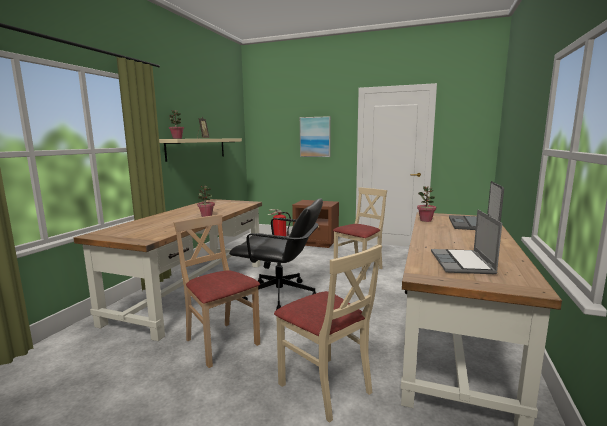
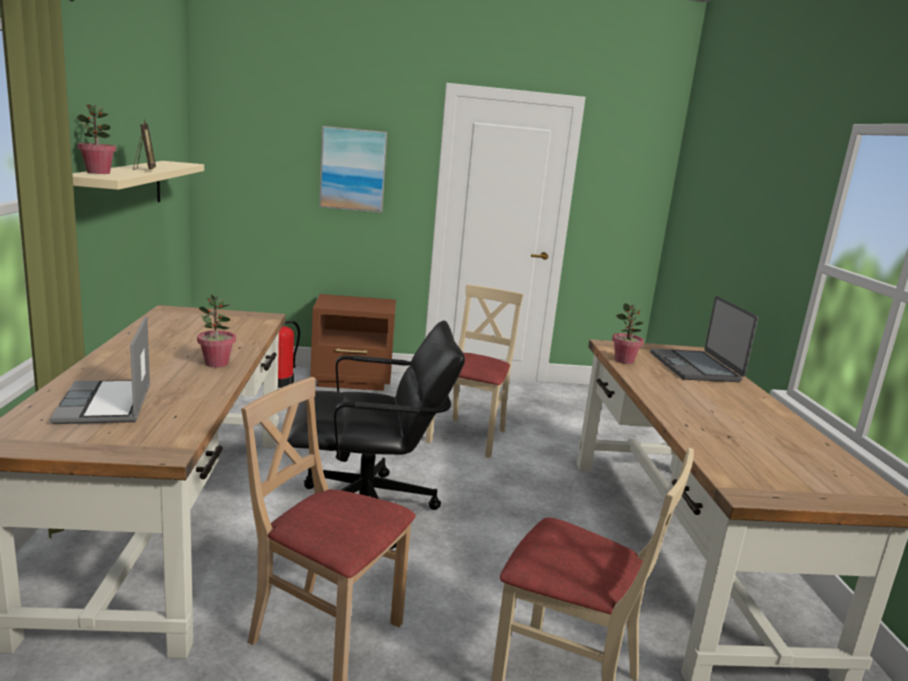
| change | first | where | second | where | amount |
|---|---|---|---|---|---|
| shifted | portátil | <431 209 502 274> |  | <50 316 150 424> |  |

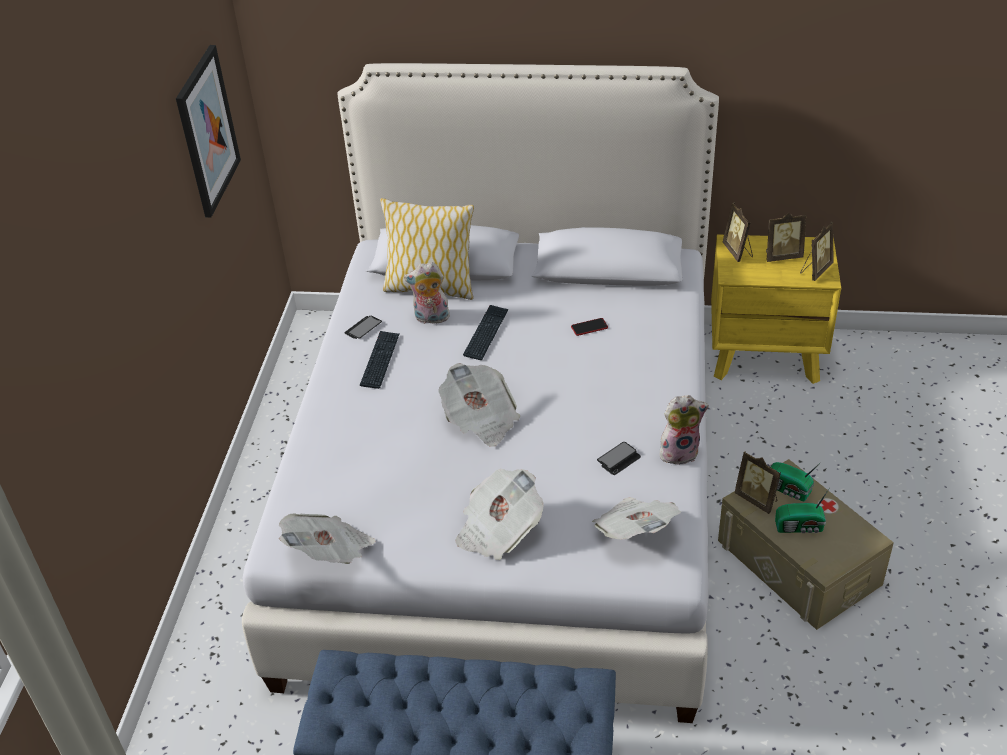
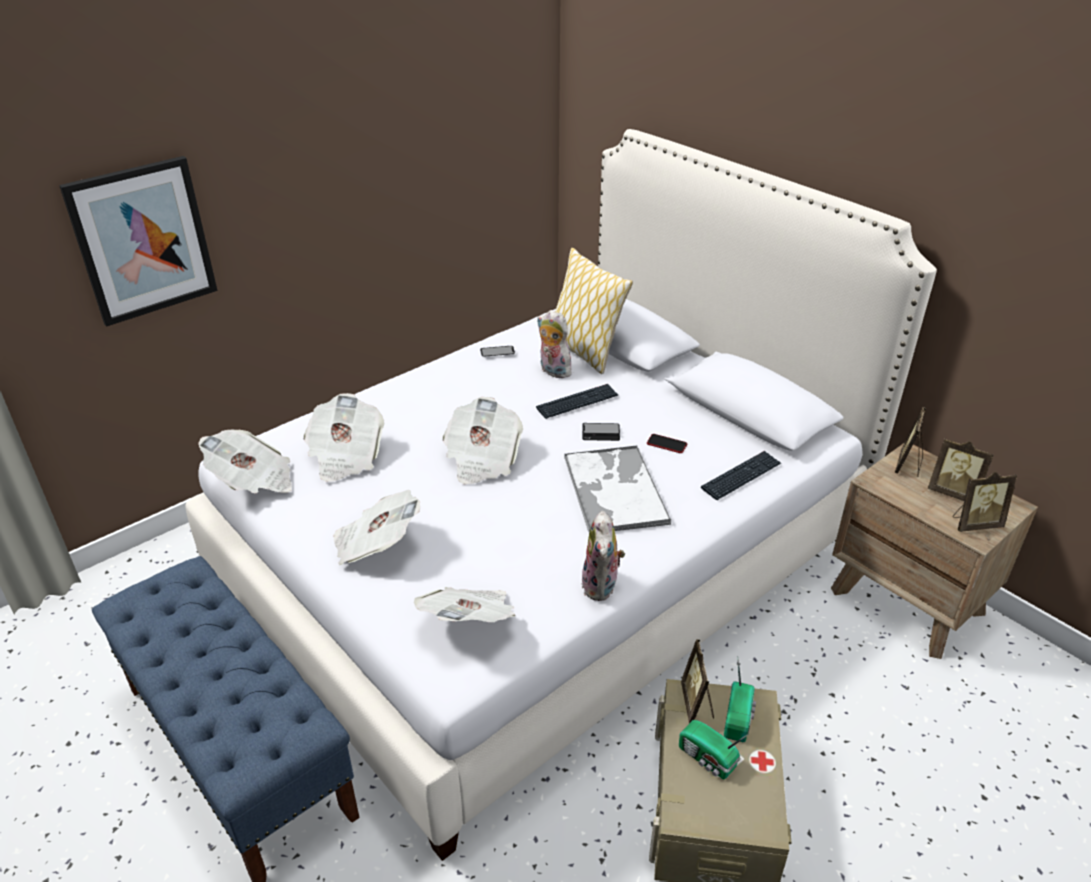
| change | first | where | second | where | amount |
|---|---|---|---|---|---|
| shifted | cuadro | <176 45 241 218> |  | <59 156 218 326> |  |
| new |  |  | periódico | <303 393 385 482> |  |
| new |  |  | bandeja | <564 445 671 533> |  |
| rotated | peluche | <660 395 709 465> |  | <581 511 625 601> | 60 degrees clockwise |
| shifted | móvil | <597 442 641 475> |  | <582 423 620 441> |  |
| shifted | teclado | <360 331 399 389> |  | <701 451 781 500> |  |
| rotated | radio | <771 462 821 501> |  | <724 660 756 742> | 150 degrees counterclockwise |
| repainted | mesita de noche (amarillo) | <711 234 841 384> | mesita de noche (marrón) | <831 442 1038 659> |  |

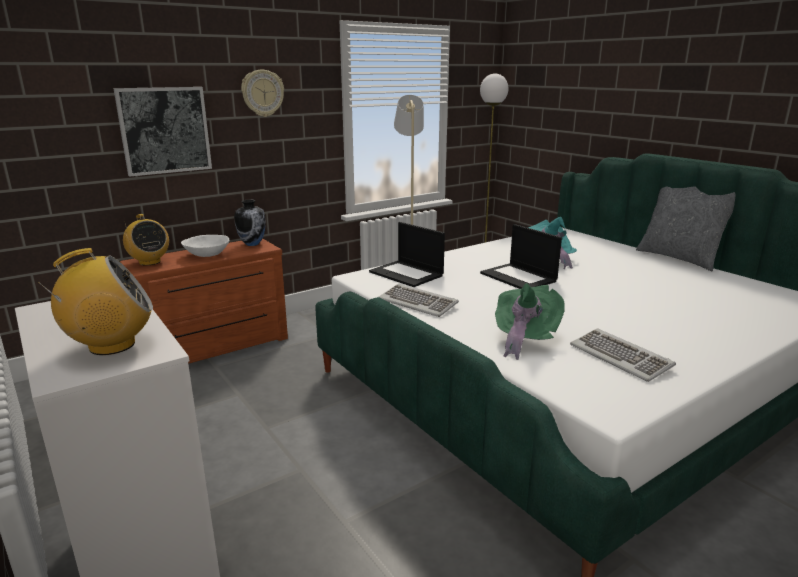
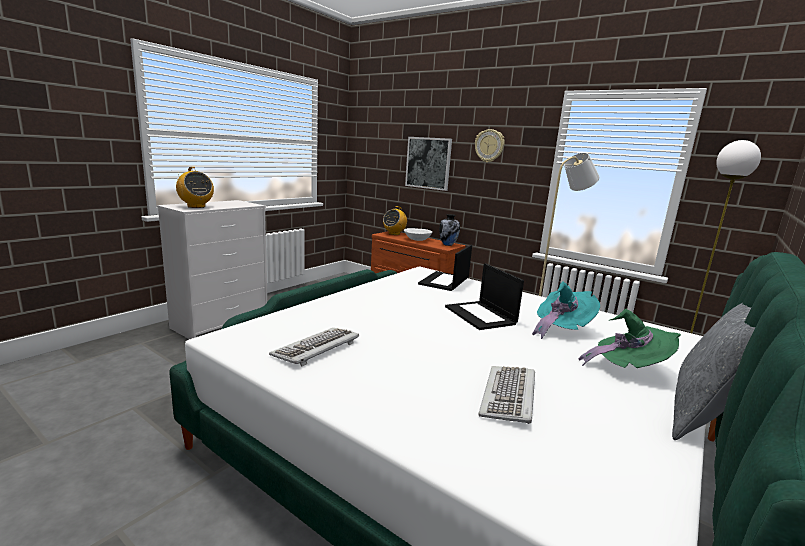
| change | first | where | second | where | amount |
|---|---|---|---|---|---|
| rotated | portátil | <480 224 562 289> |  | <445 263 524 330> | 60 degrees counterclockwise |
| shifted | teclado | <379 284 459 317> |  | <478 366 535 424> |  |
| shifted | sombrero (verde) | <495 283 565 360> |  | <579 309 681 368> |  |

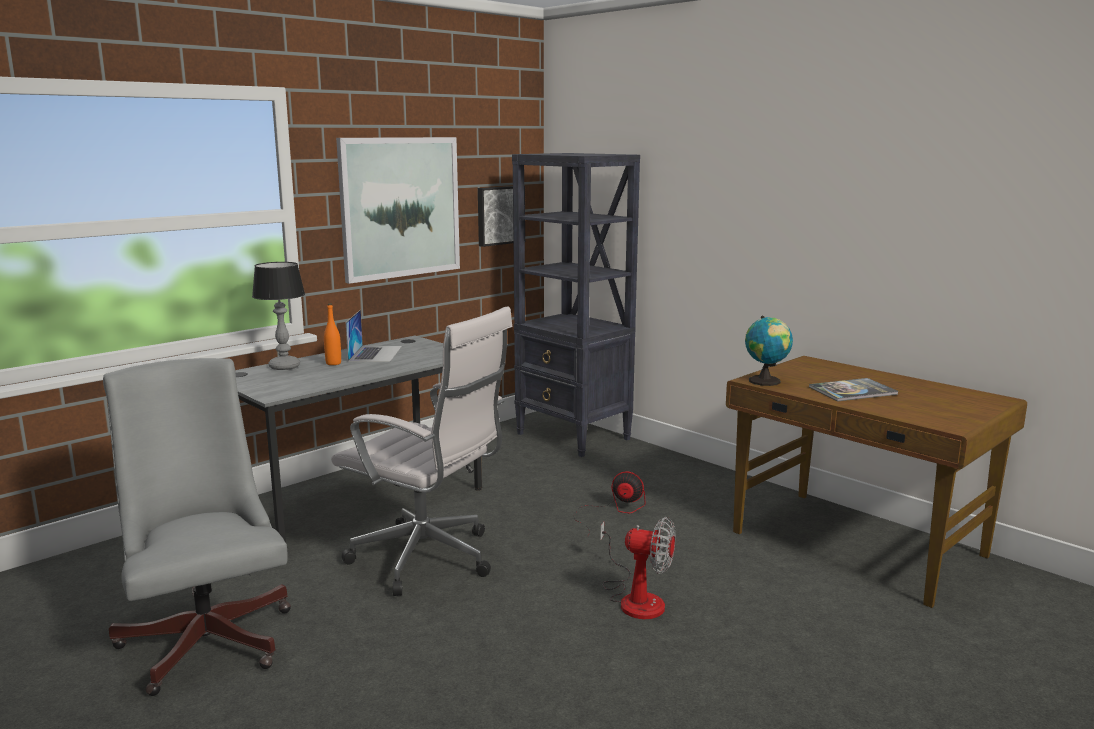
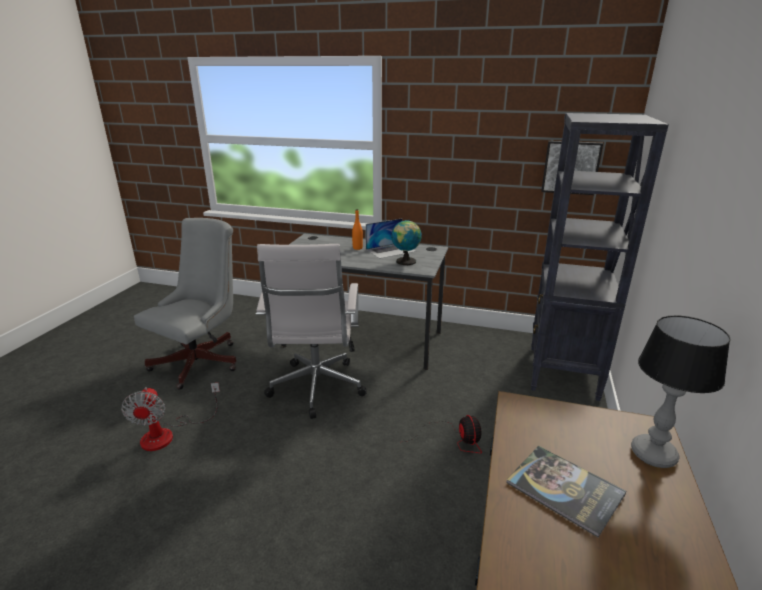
| change | first | where | second | where | amount |
|---|---|---|---|---|---|
| shifted | ventilador | <601 517 676 619> |  | <121 383 220 451> |  |
| shifted | globo terráqueo | <745 316 793 386> |  | <391 219 422 265> |  |
| shifted | lámpara de mesa | <252 262 305 370> |  | <631 316 730 468> |  |
| gone | cuadro | <336 137 460 284> |  |  |  |

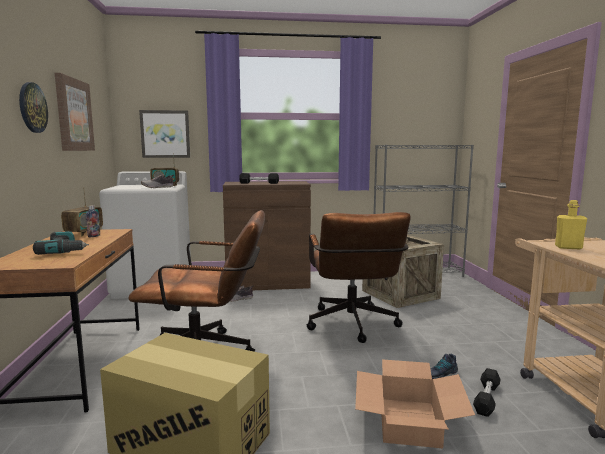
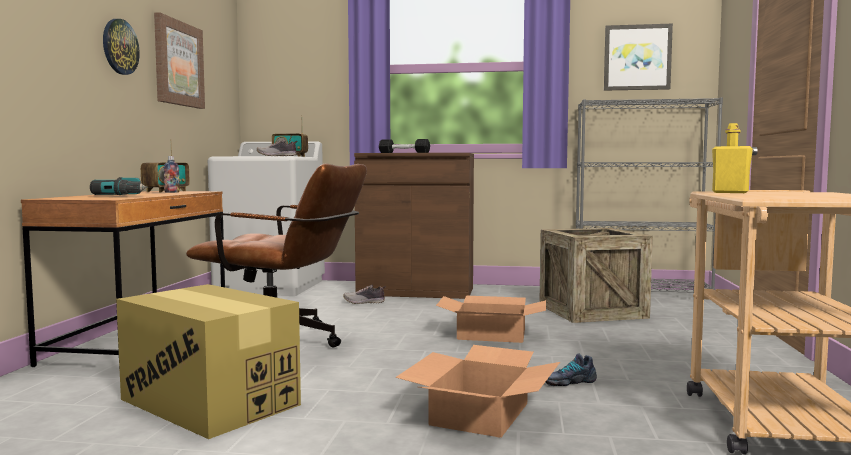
| change | first | where | second | where | amount |
|---|---|---|---|---|---|
| swapped | silla de oficina (marrón) | <306 212 411 343> | caja de cartón | <436 296 546 343> |  |
| shifted | cuadro | <139 110 190 158> |  | <604 24 673 91> |  |
| gone | mancuerna (negro) | <473 368 501 417> |  |  |  |

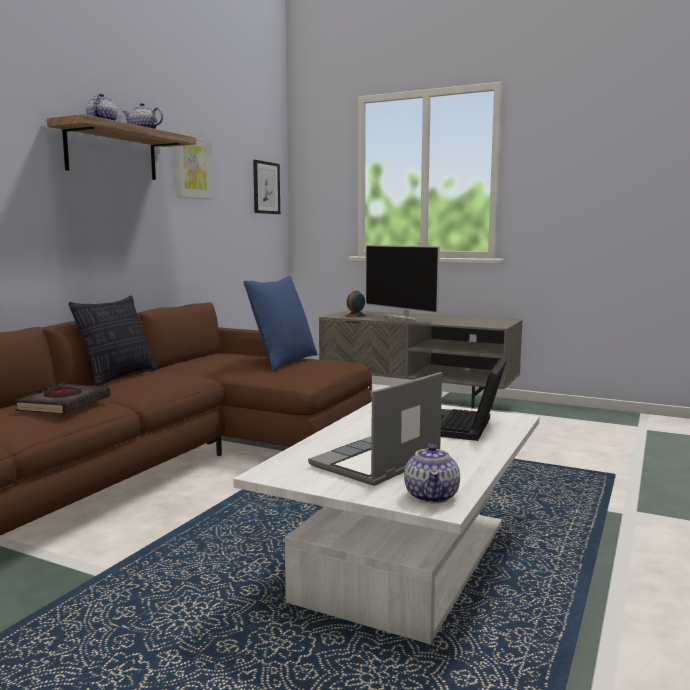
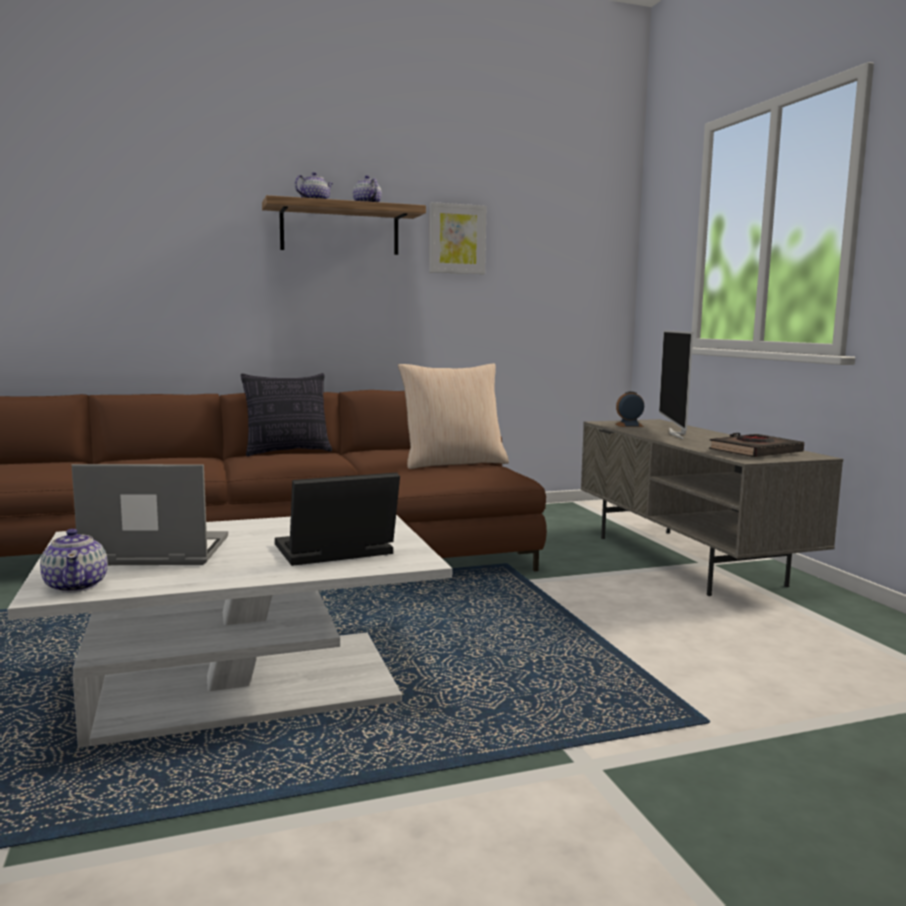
| change | first | where | second | where | amount |
|---|---|---|---|---|---|
| rotated | tetera | <404 444 460 504> |  | <40 529 108 593> | 75 degrees counterclockwise |
| repainted | cojín (azul) | <244 276 317 371> | cojín (beis) | <398 363 509 469> |  |
| shifted | libro (negro) | <15 384 111 415> |  | <709 433 804 457> |  |
| gone | cuadro | <253 160 280 214> |  |  |  |

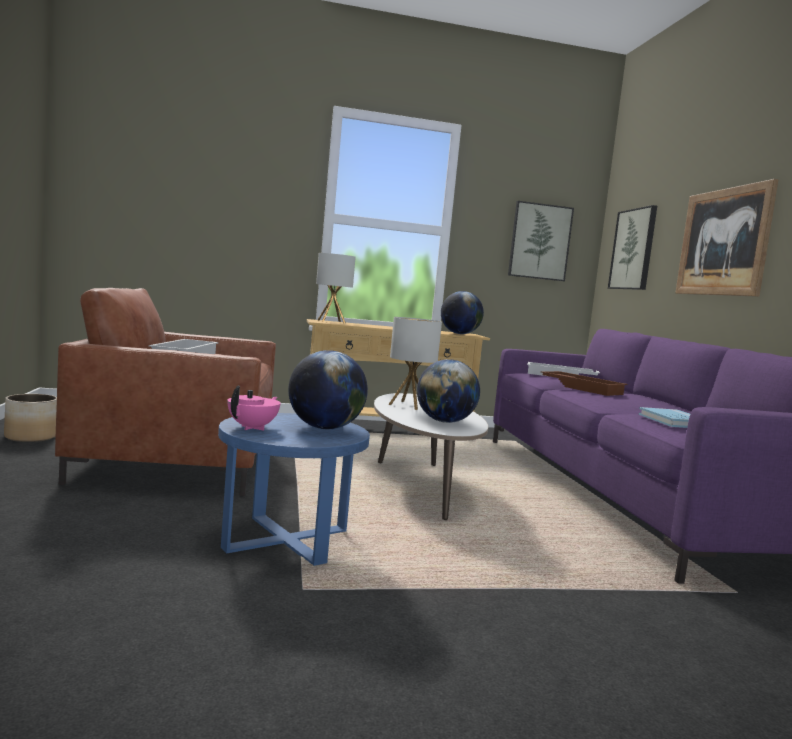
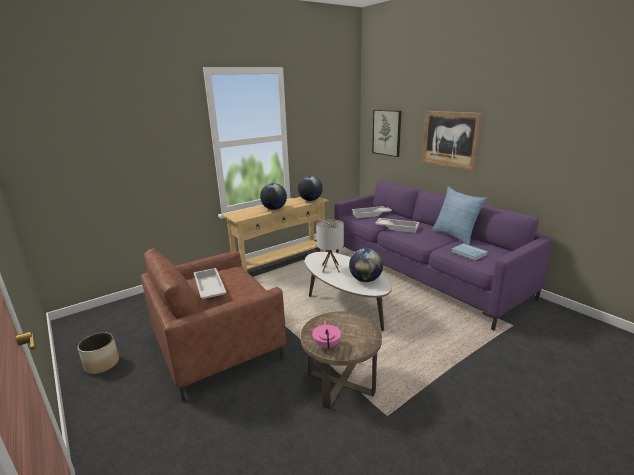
| change | first | where | second | where | amount |
|---|---|---|---|---|---|
| shifted | globo terráqueo | <288 350 368 429> |  | <260 183 287 210> |  |
| repainted | mesa auxiliar (azul) | <218 413 370 566> | mesa auxiliar (marrón) | <301 311 382 409> |  |
| repainted | bandeja (marrón) | <541 371 627 396> | bandeja (blanco) | <375 218 419 233> |  |
| new |  |  | cojín | <432 186 488 245> |  |
| gone | lámpara de mesa | <316 253 356 324> |  |  |  |
| gone | cuadro | <508 201 574 281> |  |  |  |

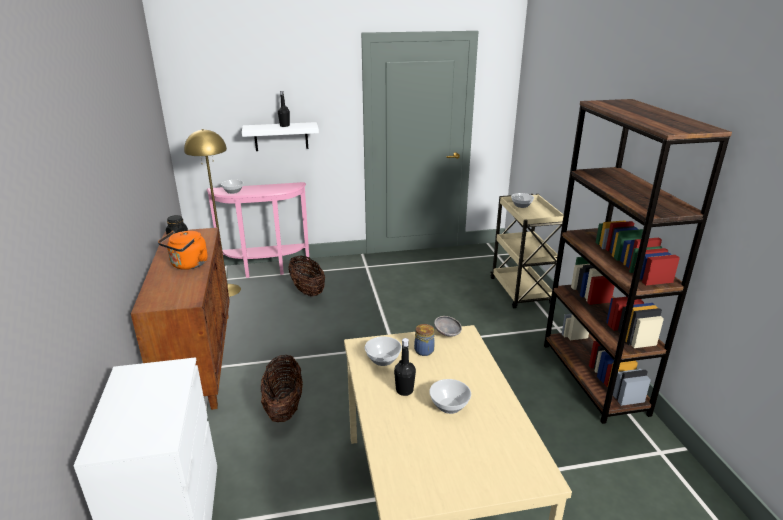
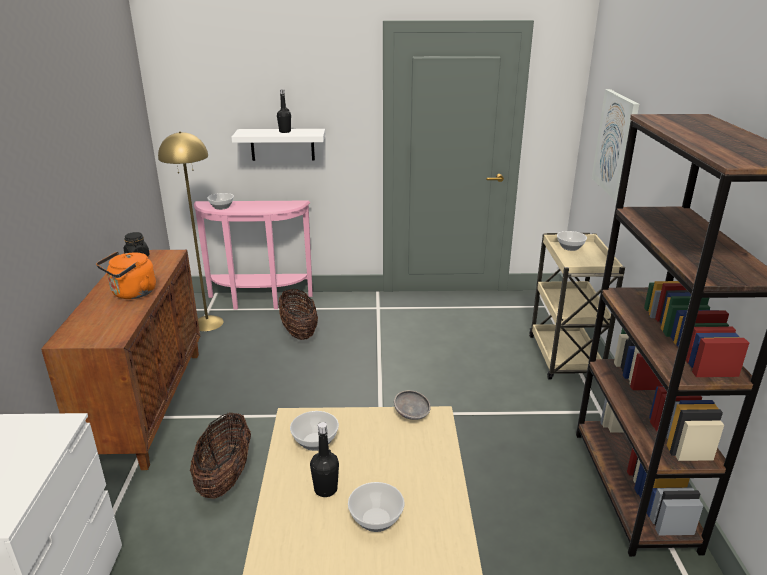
| change | first | where | second | where | amount |
|---|---|---|---|---|---|
| new |  |  | cuadro | <592 89 639 202> |  |
| gone | tarro | <414 324 435 356> |  |  |  |

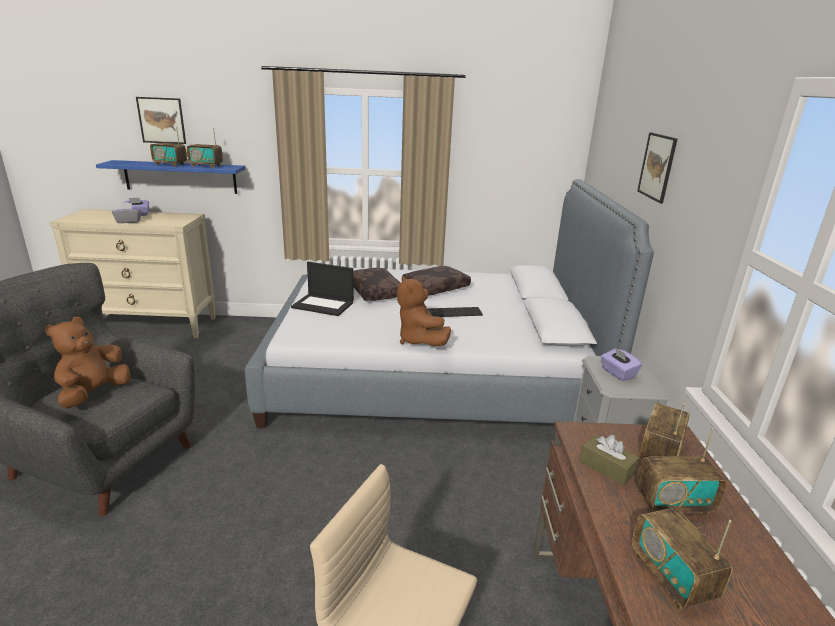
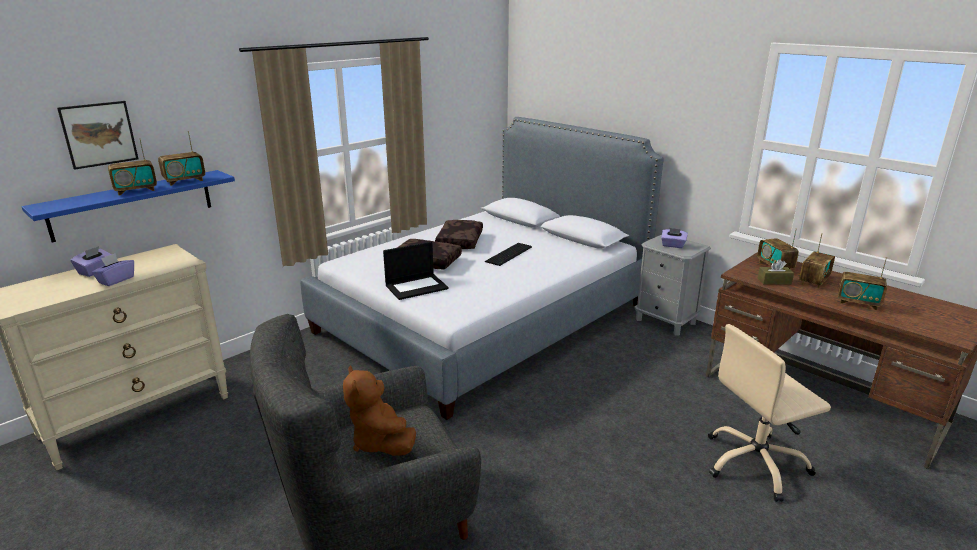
| change | first | where | second | where | amount |
|---|---|---|---|---|---|
| repainted | caja de pañuelos (gris) | <112 203 141 223> | caja de pañuelos (morado) | <92 253 134 286> |  |
| gone | peluche (marrón) | <397 276 451 346> |  |  |  |
| gone | cuadro | <637 132 677 203> |  |  |  |

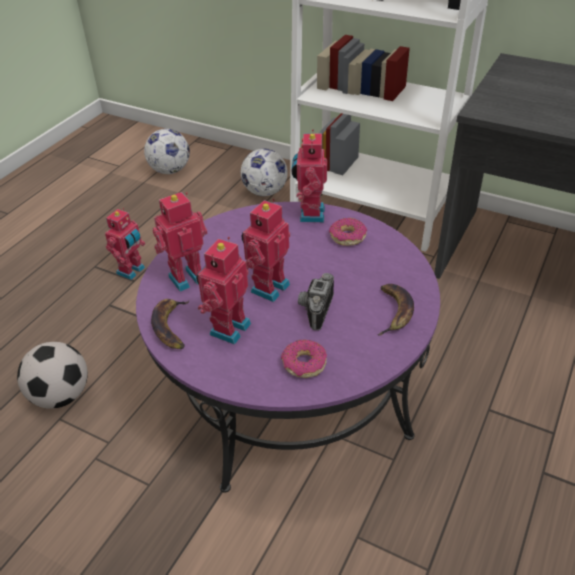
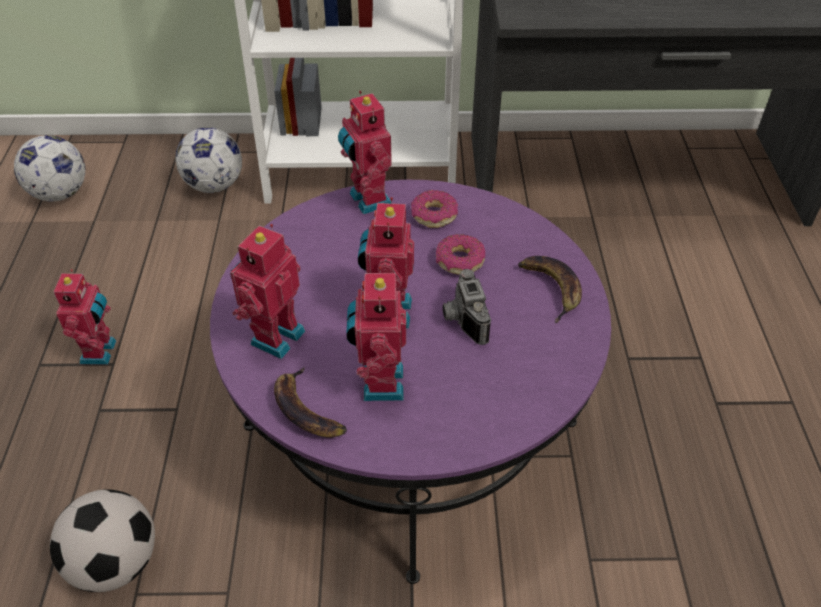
| change | first | where | second | where | amount |
|---|---|---|---|---|---|
| shifted | rosquilla | <281 340 327 378> |  | <436 234 485 274> |  |

